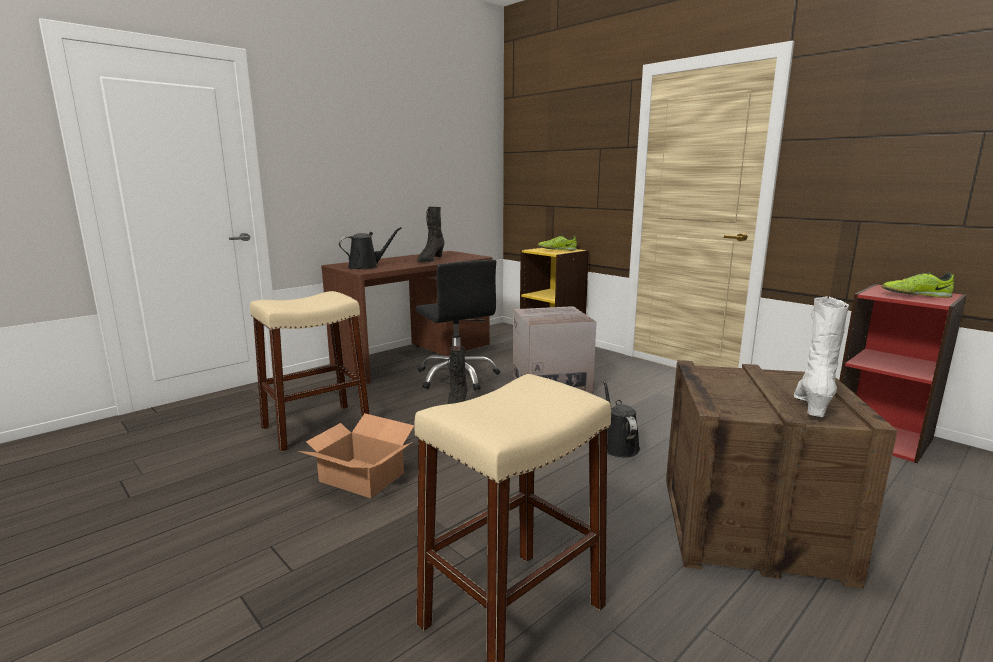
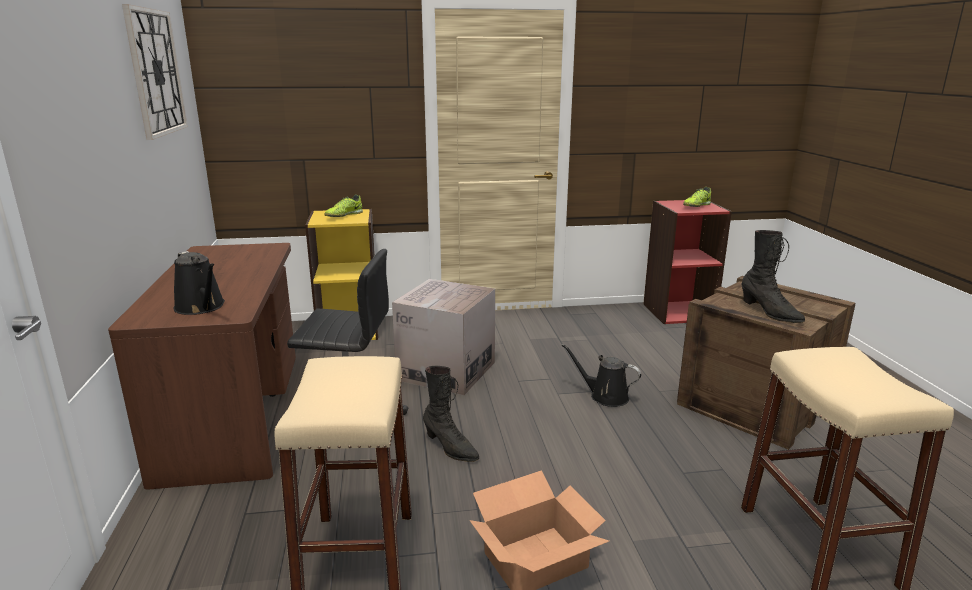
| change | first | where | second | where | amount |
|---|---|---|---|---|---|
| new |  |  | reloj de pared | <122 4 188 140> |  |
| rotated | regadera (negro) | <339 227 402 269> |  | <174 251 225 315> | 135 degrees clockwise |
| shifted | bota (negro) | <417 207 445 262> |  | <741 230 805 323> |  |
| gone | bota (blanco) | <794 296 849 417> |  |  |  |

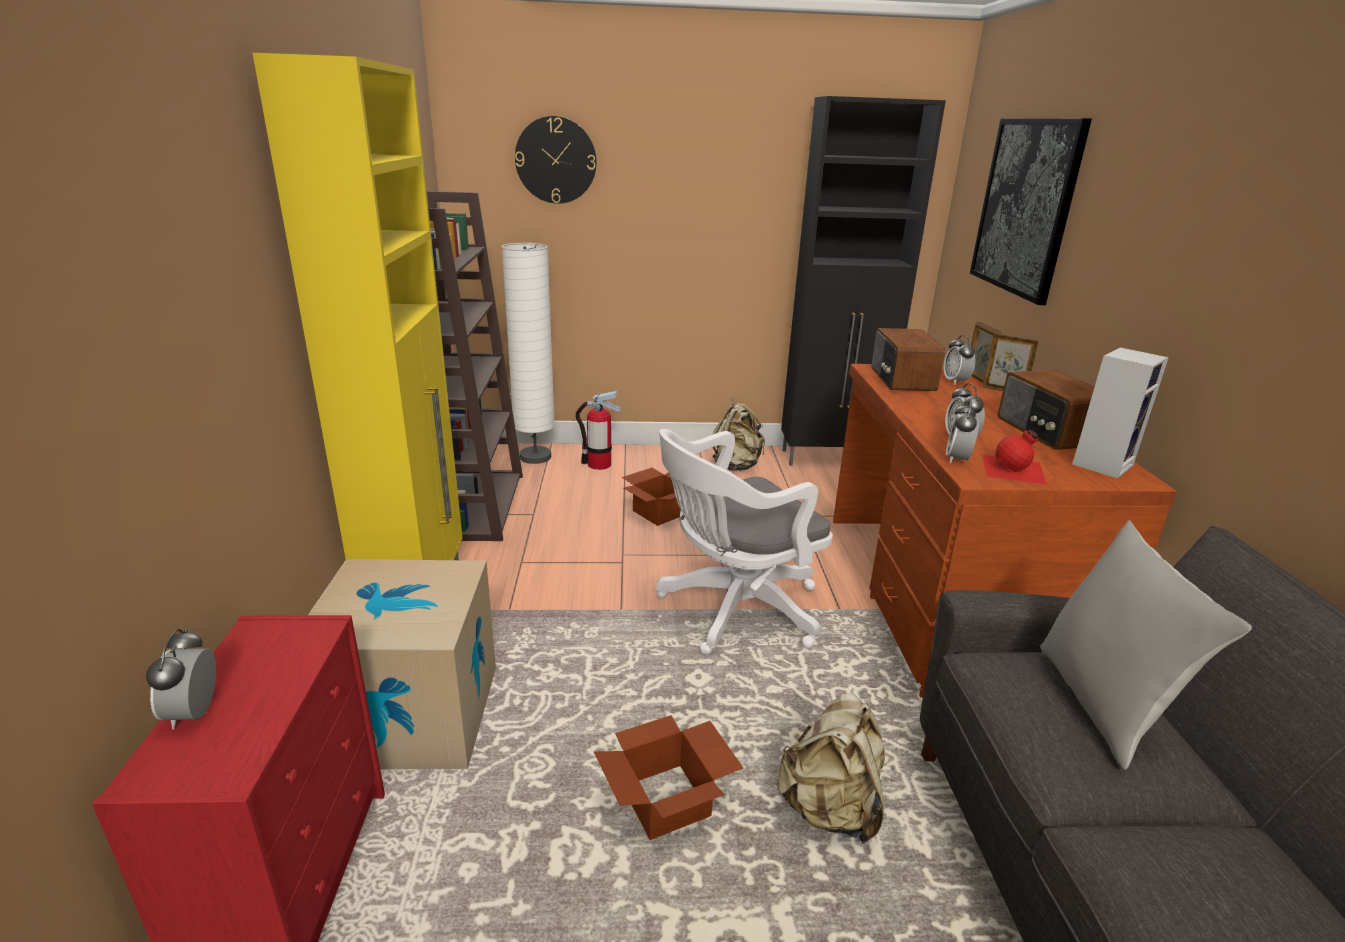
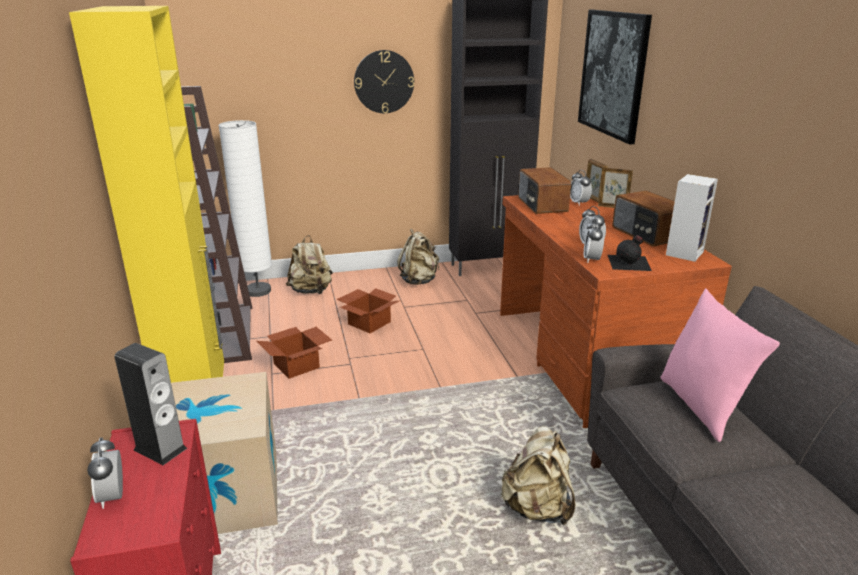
| change | first | where | second | where | amount |
|---|---|---|---|---|---|
| new |  |  | altavoz | <114 343 187 465> |  |
| shifted | caja de cartón | <594 715 743 840> |  | <257 327 332 379> |  |
| swapped | extintor | <576 391 621 470> | mochila (beis) | <286 235 333 294> |  |
| shifted | reloj de pared | <515 116 597 204> |  | <354 50 414 113> |  |
| repainted | botella (rojo) | <983 430 1047 485> | botella (negro) | <608 235 652 271> |  |
| repainted | cojín (gris) | <1040 520 1252 770> | cojín (rosa) | <660 288 780 443> |  |
| gone | silla de oficina (blanco) | <656 429 833 655> |  |  |  |

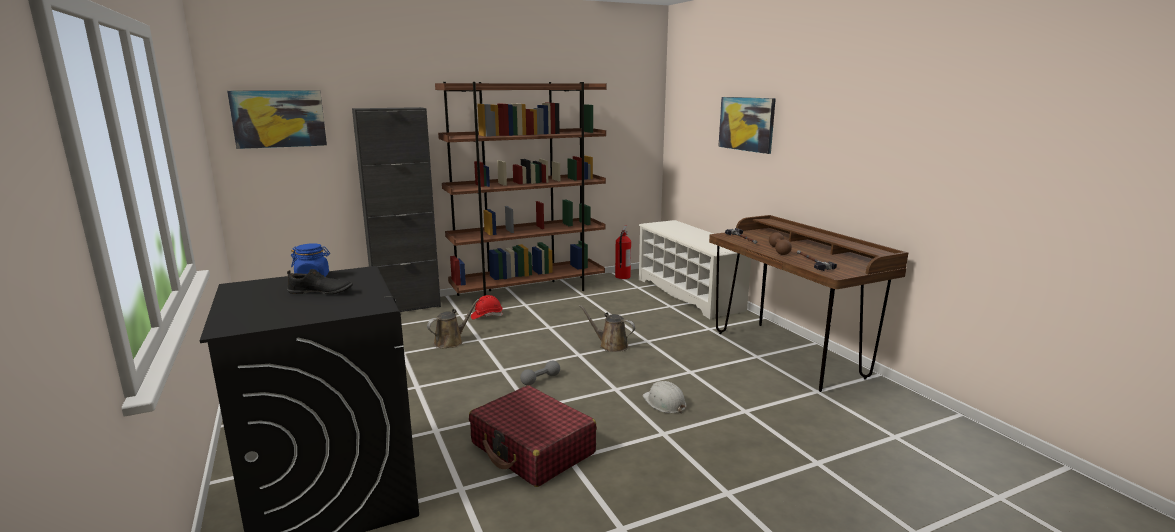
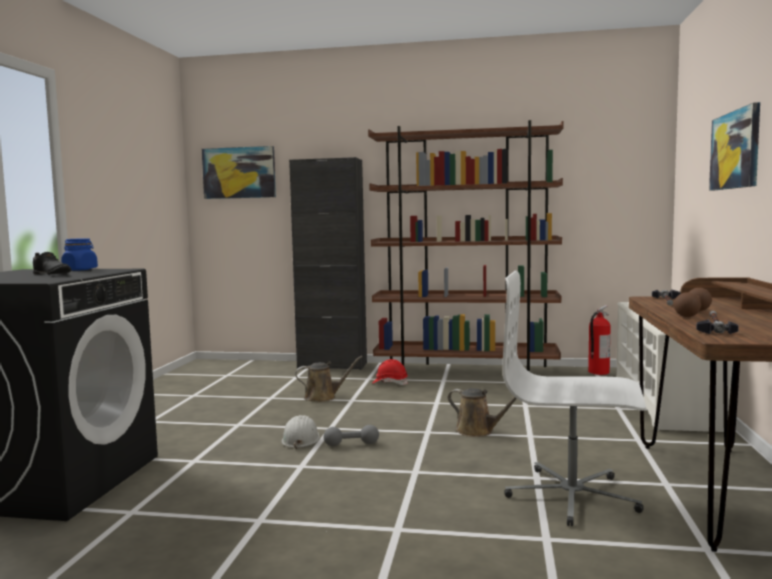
| change | first | where | second | where | amount |
|---|---|---|---|---|---|
| shifted | casco (blanco) | <643 381 687 414> |  | <282 415 320 449> |  |
| rotated | regadera (marrón) | <579 305 635 352> |  | <448 388 517 437> | 150 degrees clockwise |
| new |  |  | silla de oficina (blanco) | <503 271 646 526> |  |
| gone | maleta (rojo) | <469 385 597 487> |  |  |  |

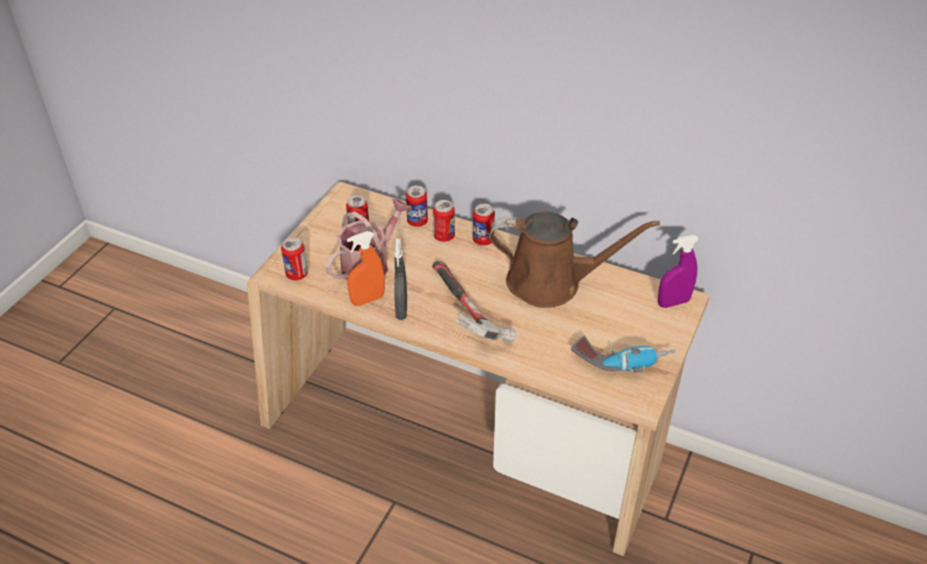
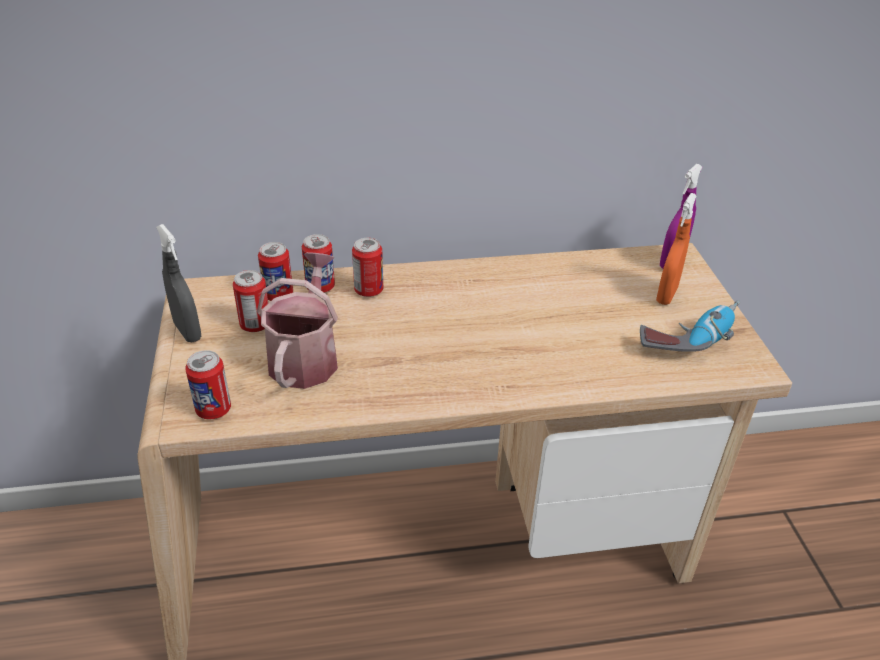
| change | first | where | second | where | amount |
|---|---|---|---|---|---|
| shifted | pulverizador (gris) | <394 238 407 320> |  | <156 224 201 342> |  |
| shifted | lata | <473 204 495 245> |  | <258 242 293 301> |  |
| shifted | pulverizador (naranja) | <347 231 385 306> |  | <656 193 697 305> |  |
| gone | martillo | <432 261 516 342> |  |  |  |
| gone | regadera (marrón) | <489 212 660 308> |  |  |  |

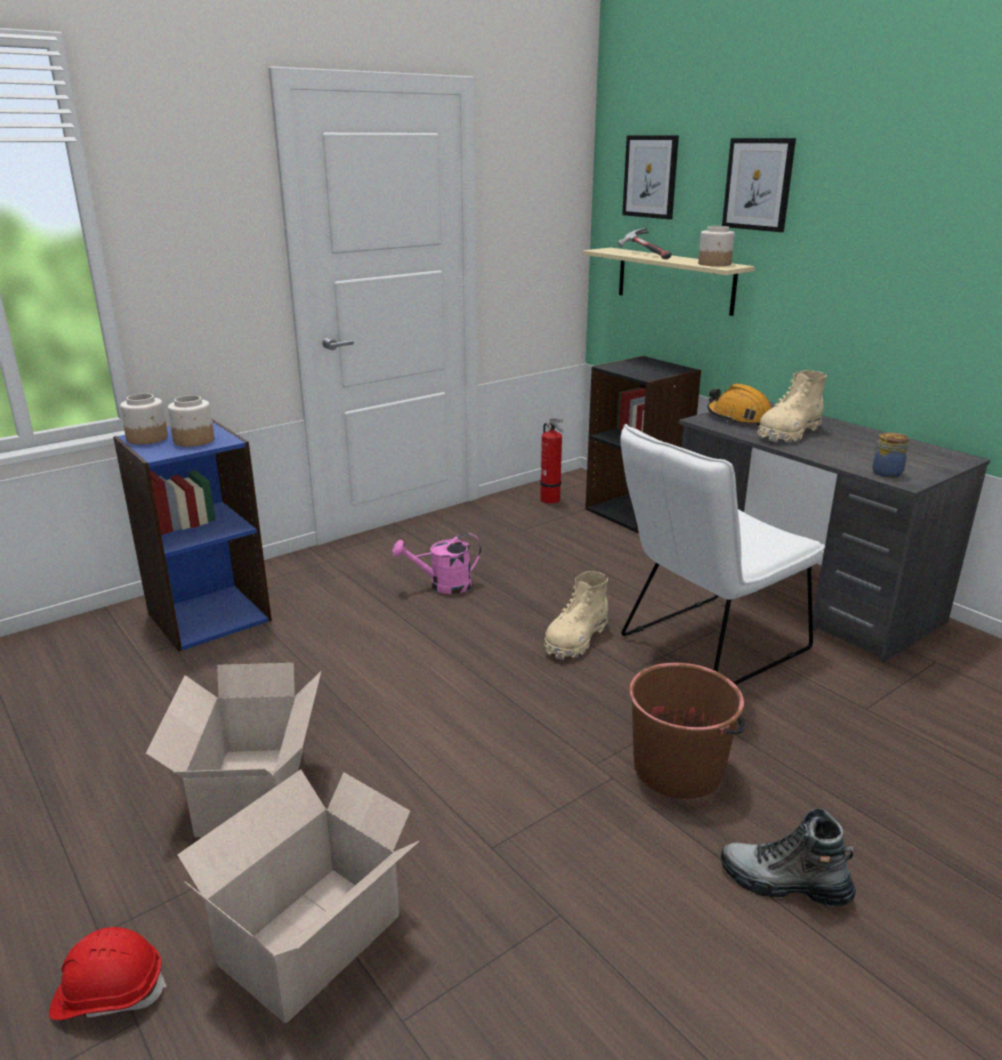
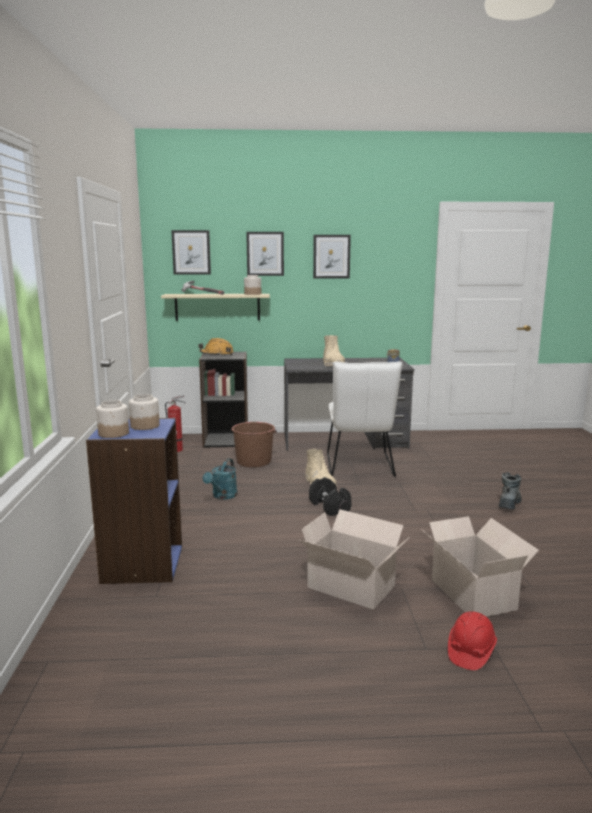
| change | first | where | second | where | amount |
|---|---|---|---|---|---|
| shifted | casco (naranja) | <707 383 771 426> |  | <198 338 234 355> |  |
| repainted | regadera (rosa) | <392 533 481 594> | regadera (turquesa) | <203 458 237 499> |  |
| shifted | cubo (marrón) | <629 663 746 799> |  | <231 422 277 467> |  |
| new |  |  | mancuerna (negro) | <309 477 351 516> |  |
| new |  |  | cuadro | <313 235 351 278> |  |
| rotated | bota | <721 808 856 906> |  | <498 472 522 510> | 150 degrees clockwise |

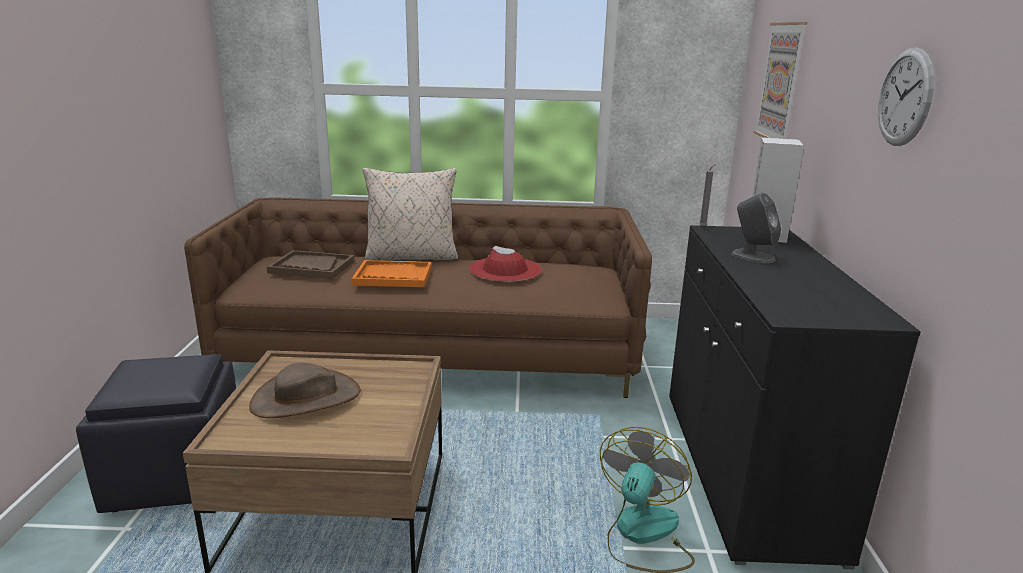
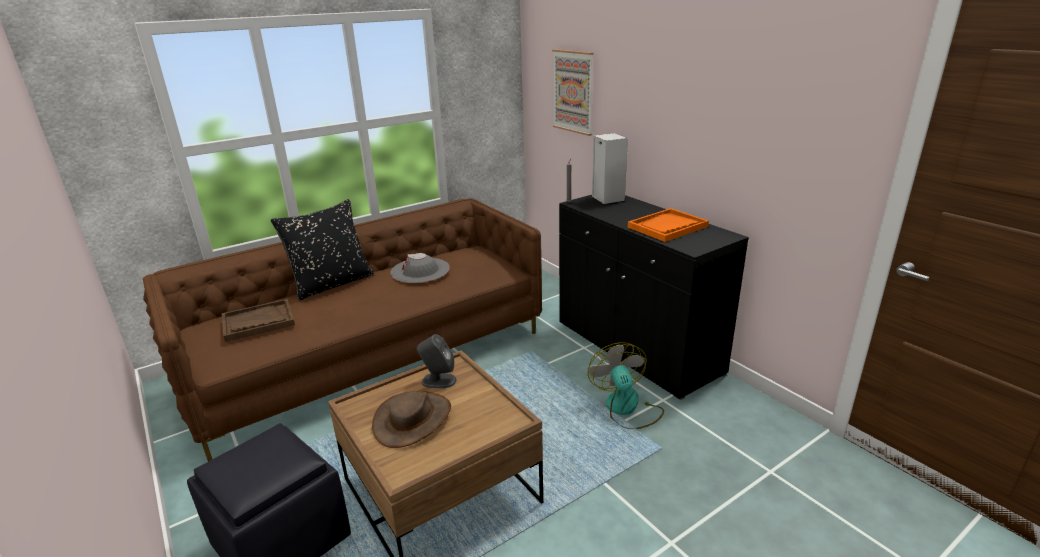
| change | first | where | second | where | amount |
|---|---|---|---|---|---|
| repainted | cojín (beis) | <363 168 458 260> | cojín (negro) | <271 199 374 300> |  |
| repainted | sombrero (rojo) | <469 246 542 282> | sombrero (gris) | <390 253 450 283> |  |
| shifted | altavoz (gris) | <731 193 781 263> |  | <417 334 456 388> |  |
| shifted | bandeja (naranja) | <352 260 432 287> |  | <628 208 709 242> |  |
| gone | reloj de pared | <878 47 934 146> |  |  |  |

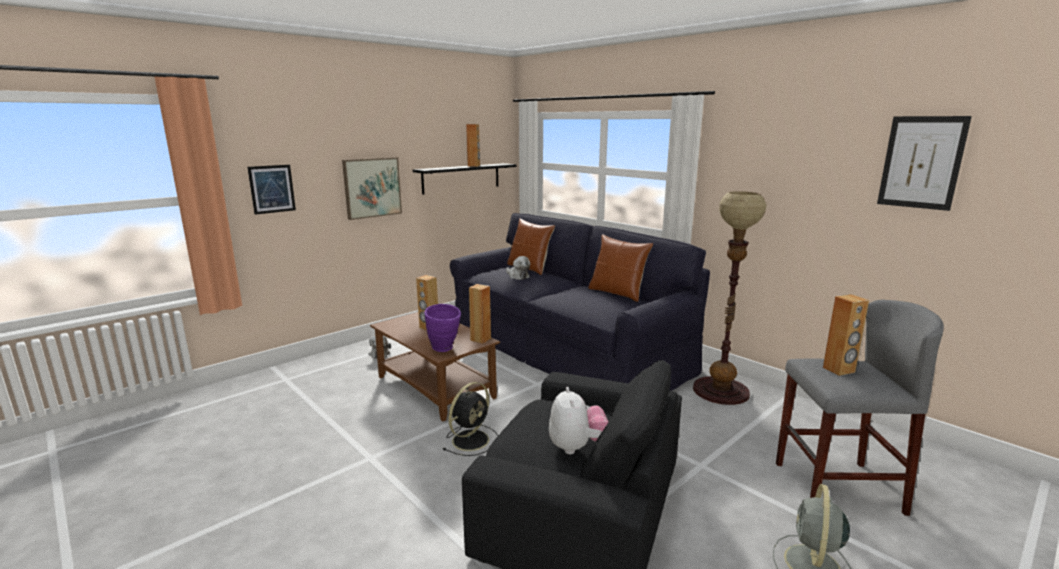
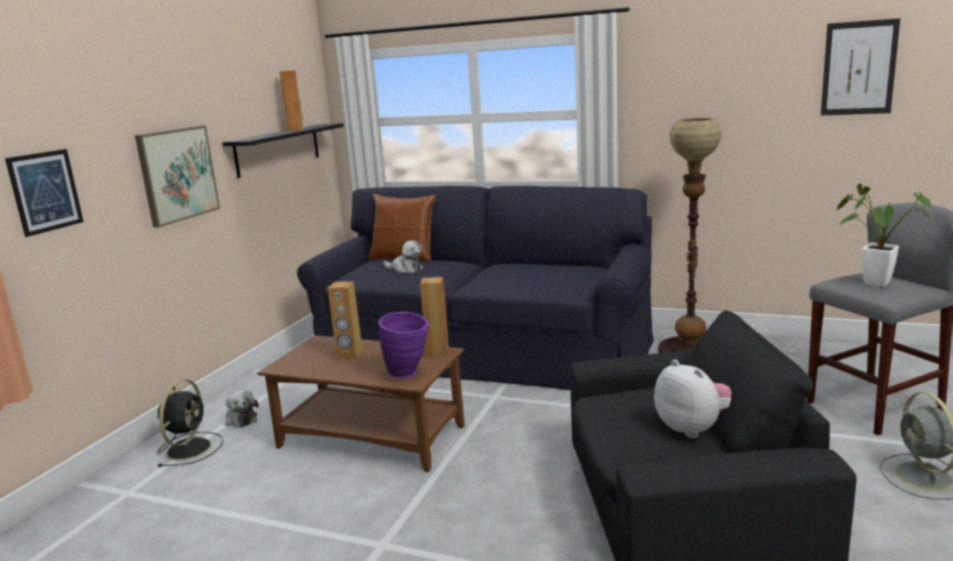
| change | first | where | second | where | amount |
|---|---|---|---|---|---|
| shifted | ventilador (negro) | <442 382 498 456> |  | <157 379 223 467> |  |
| swapped | altavoz (marrón) | <823 294 869 376> | planta en maceta | <837 184 932 287> |  |
| gone | cojín (marrón) | <588 234 653 302> |  |  |  |

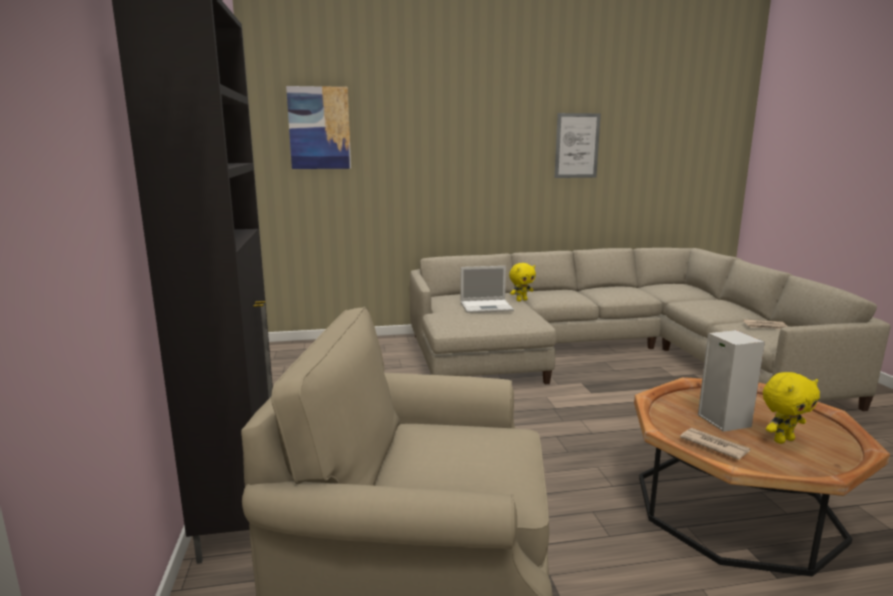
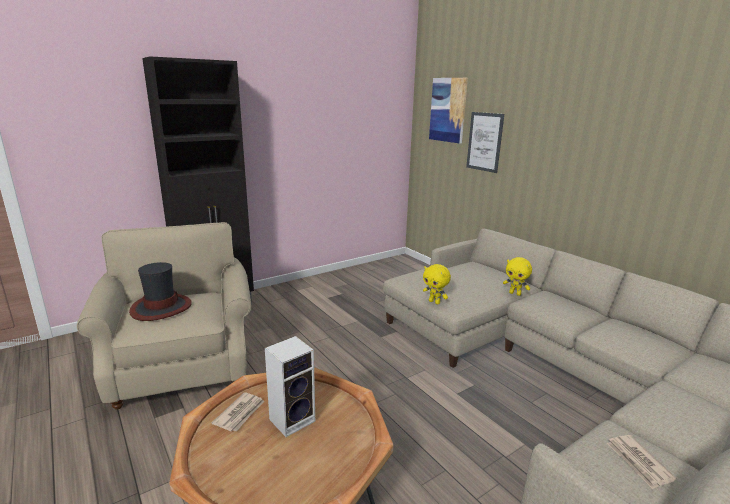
| change | first | where | second | where | amount |
|---|---|---|---|---|---|
| new |  |  | sombrero | <129 262 192 321> |  |
| shifted | peluche (amarillo) | <763 372 820 444> |  | <423 264 451 305> |  |
| shifted | cuadro | <555 113 601 178> |  | <466 112 504 173> |  |
| gone | portátil | <460 266 514 313> |  |  |  |

